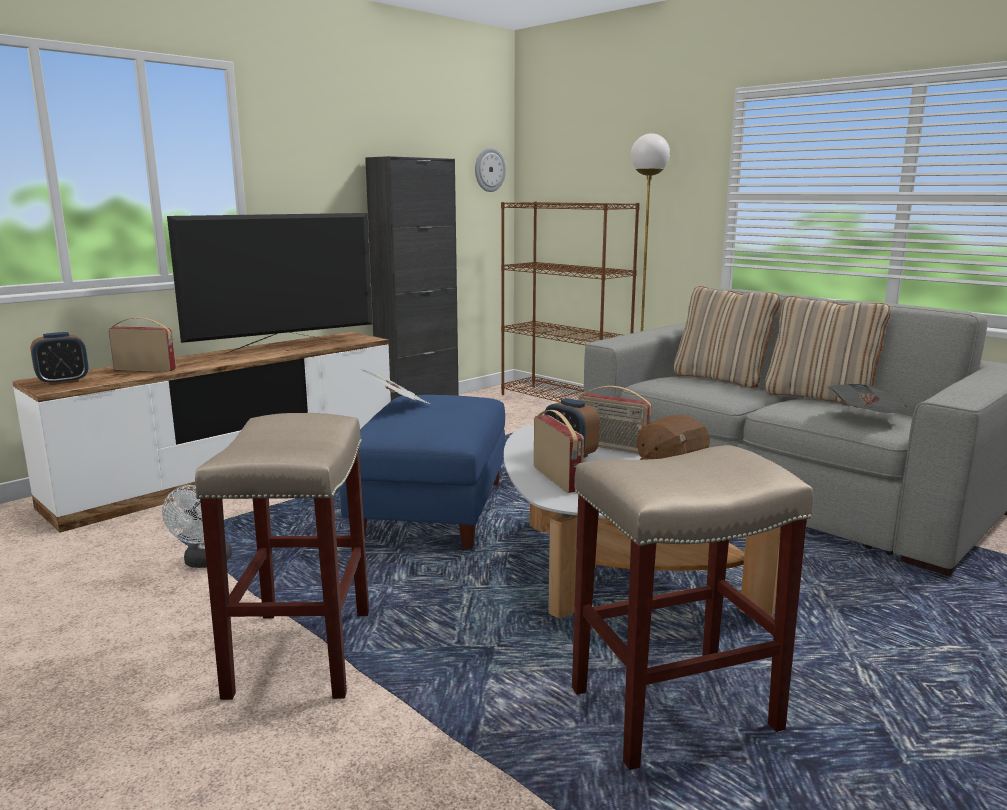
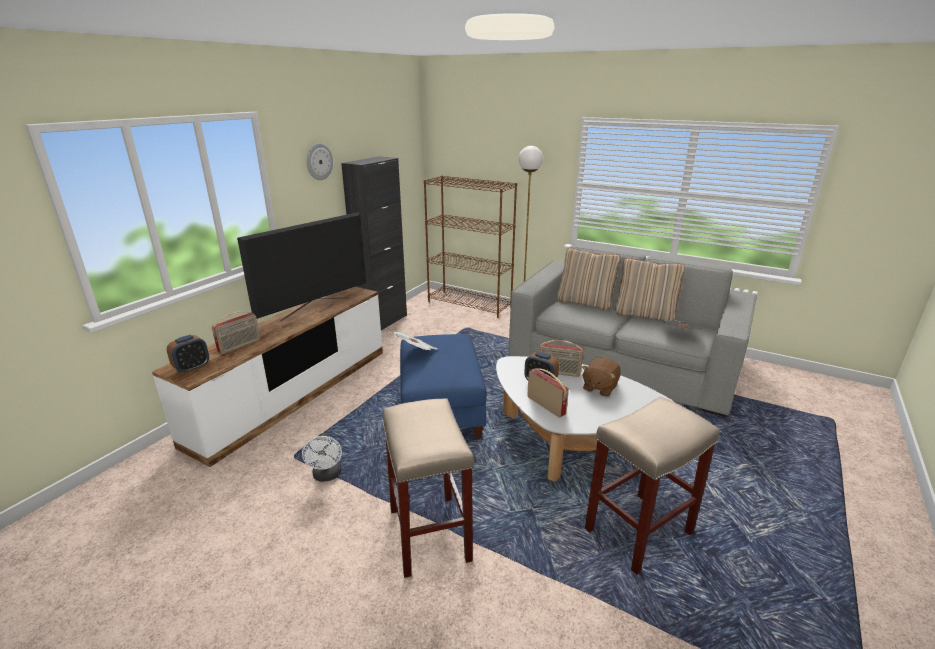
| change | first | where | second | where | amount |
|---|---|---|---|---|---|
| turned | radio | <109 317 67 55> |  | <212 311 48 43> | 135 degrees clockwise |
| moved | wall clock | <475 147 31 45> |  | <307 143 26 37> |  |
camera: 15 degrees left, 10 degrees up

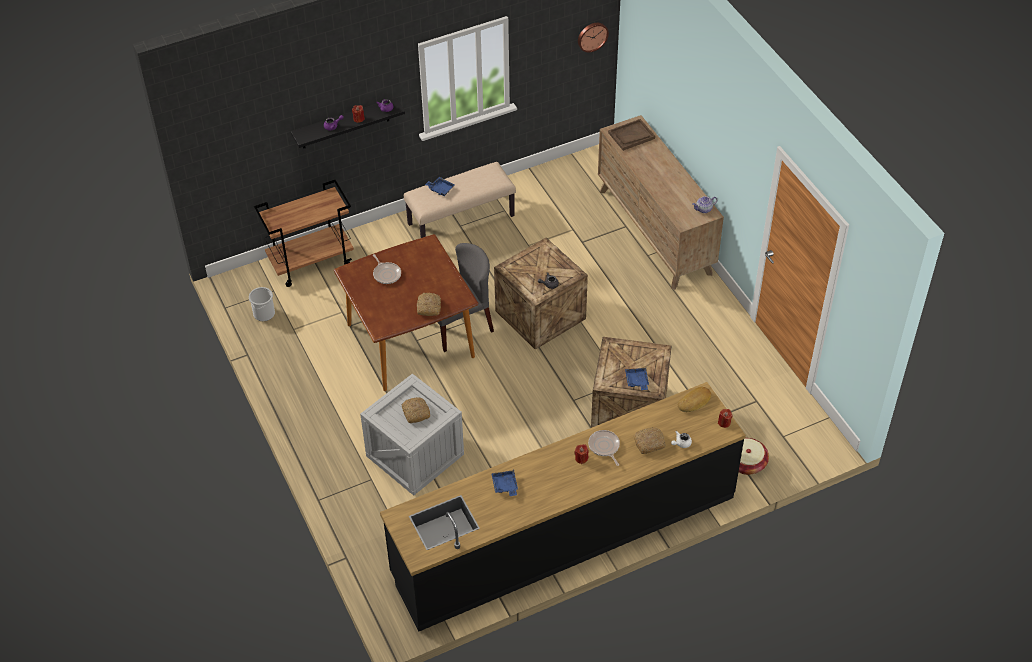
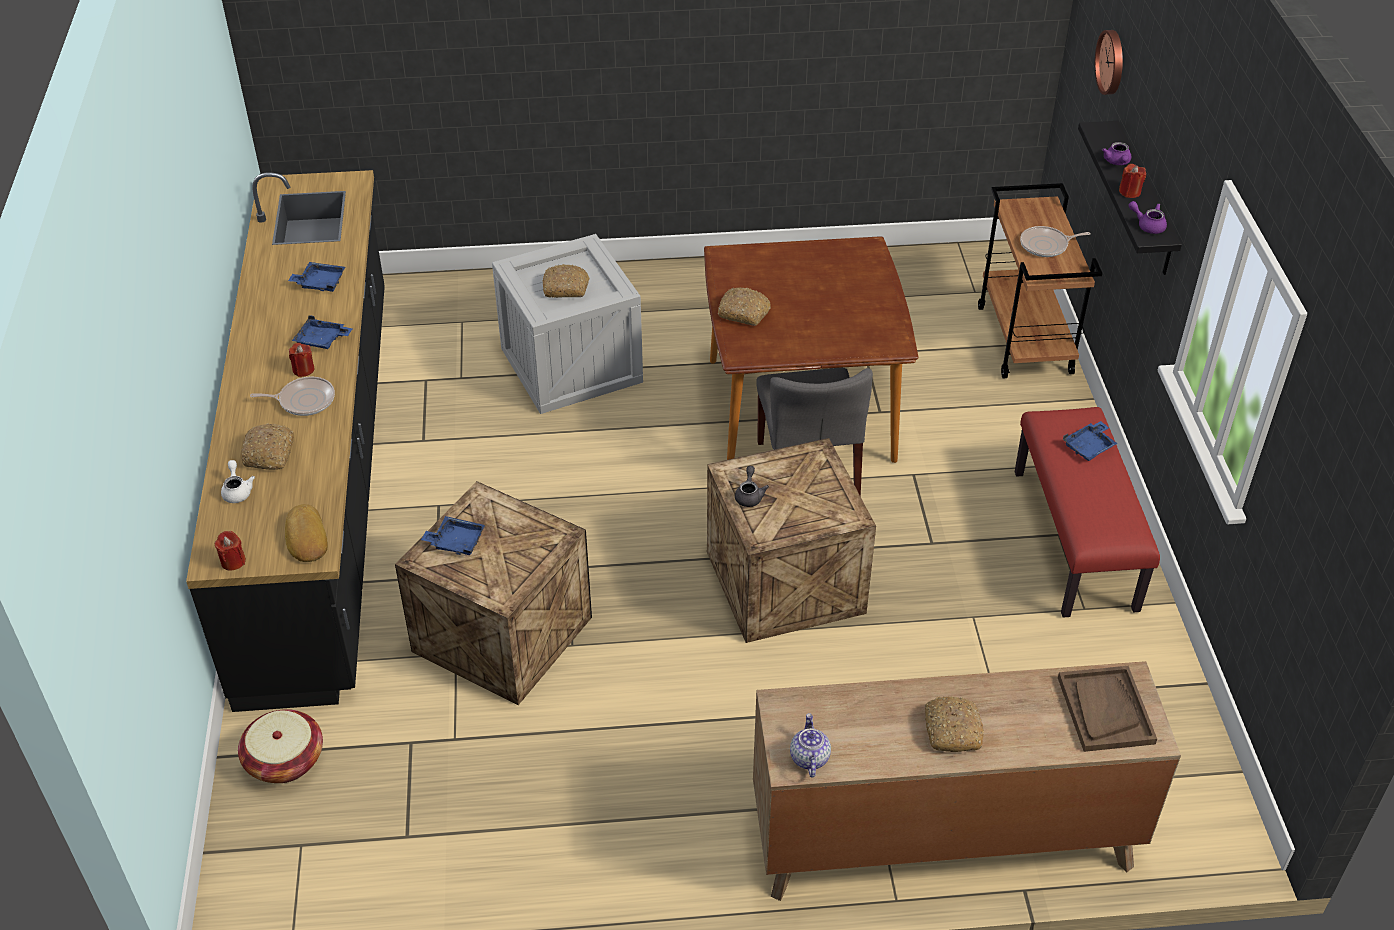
| change | first | where | second | where | amount |
|---|---|---|---|---|---|
| removed | bucket | <249 287 26 34> |  |  |  |
| moved | frying pan | <373 254 28 30> |  | <1020 226 70 31> |  |
| recoloured | bench/beige | <404 162 112 76> | bench/red | <1015 407 145 210> |  |
| moved | wall clock | <578 23 31 30> |  | <1095 30 28 65> |  |
| added |  |  | tray/blue | <292 315 61 34> |  |
| added |  |  | bread | <925 696 59 56> |  |
camera: 110 degrees right, 5 degrees down

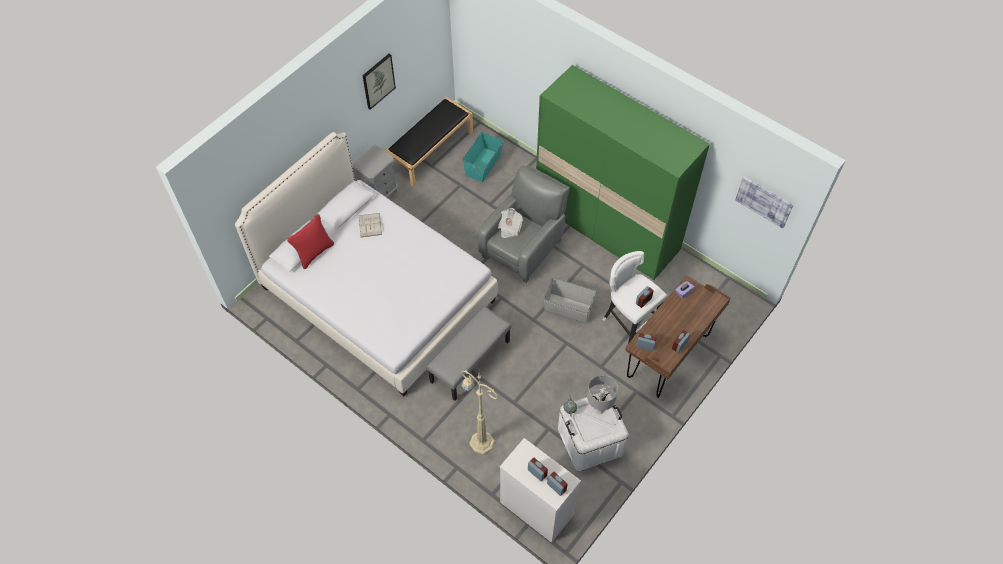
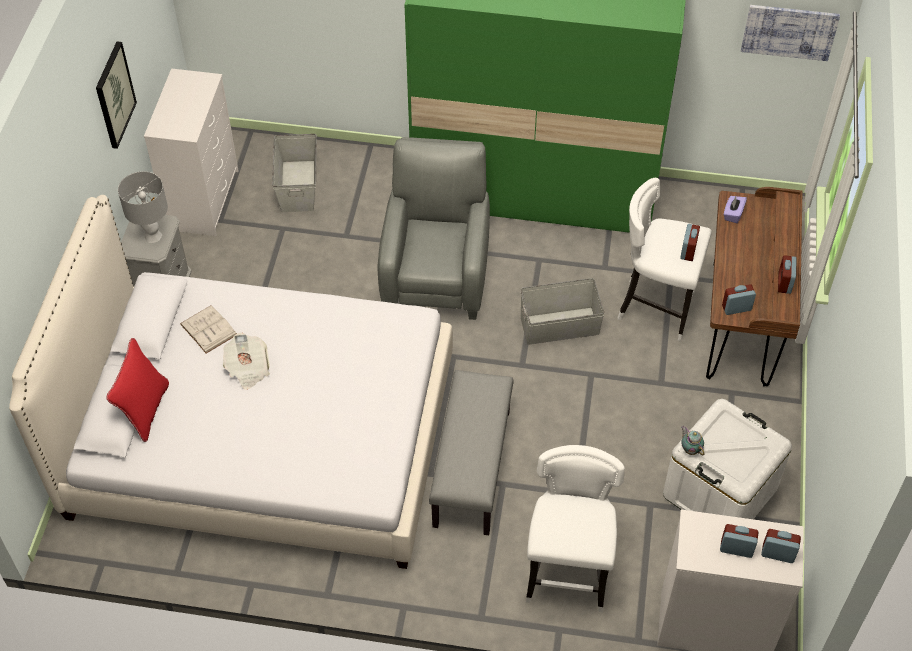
| change | first | where | second | where | amount |
|---|---|---|---|---|---|
| replaced | bench/black | <386 97 87 90> | dresser/white | <144 68 95 168> |  |
| replaced | floor lamp/beige | <461 370 37 85> | stool/white | <526 445 99 167> |  |
| recoloured | storage box/turquoise | <462 132 42 50> | storage box/grey | <272 134 45 78> |  |
| moved | newspaper | <498 208 25 30> |  | <223 333 47 57> |  |
| moved | table lamp/grey | <587 375 31 39> |  | <118 171 50 72> |  |
camera: 30 degrees left, 5 degrees down

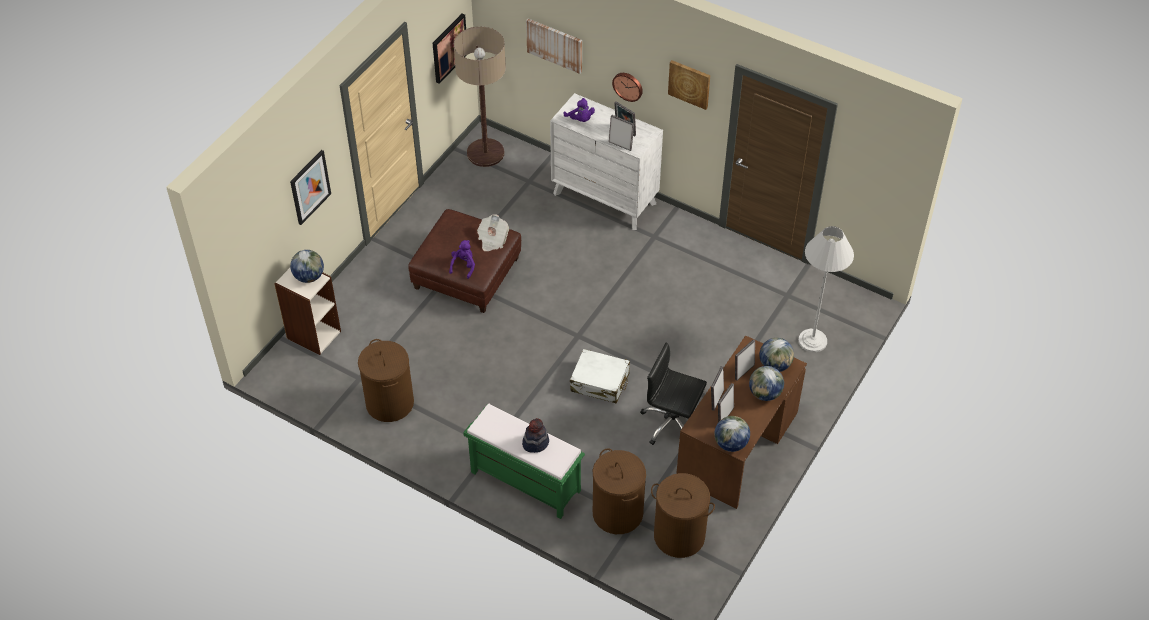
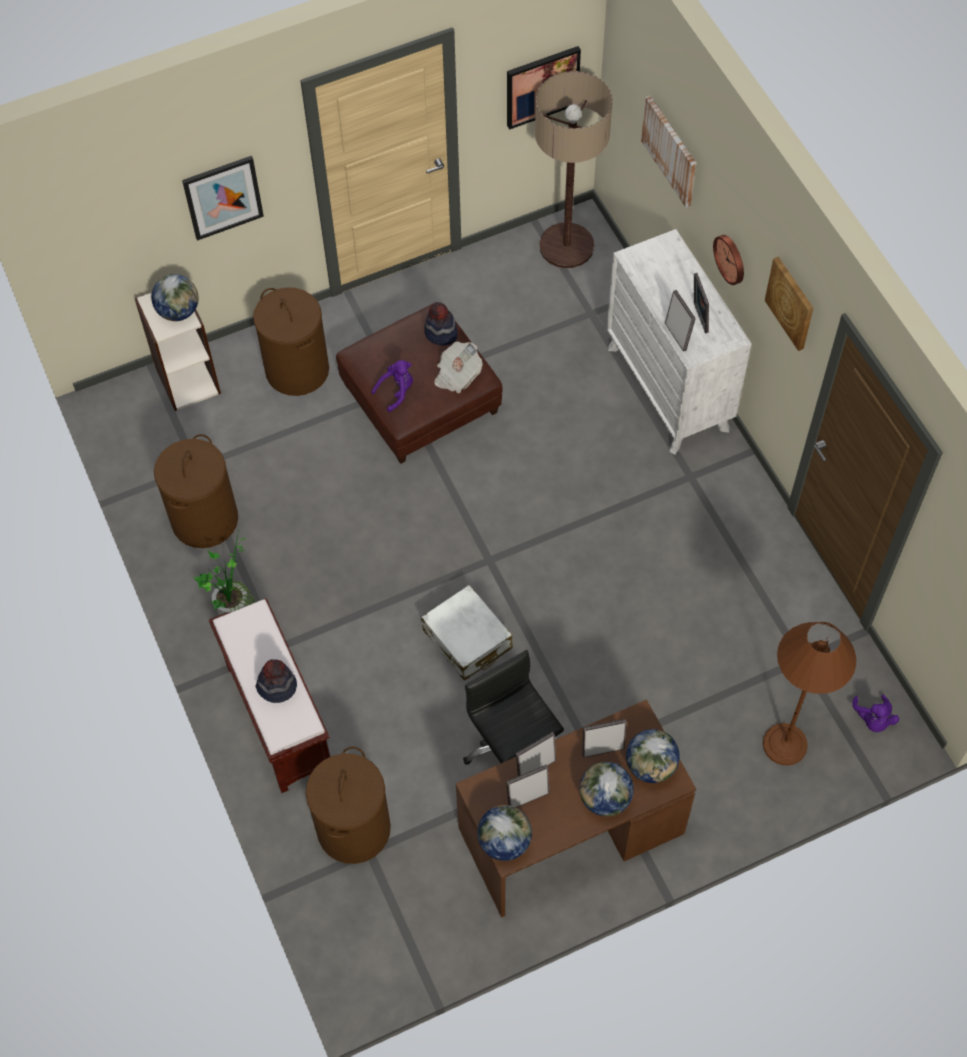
| change | first | where | second | where | amount |
|---|---|---|---|---|---|
| recoloured | bench/green | <463 404 122 115> | bench/brown | <209 598 121 195> |  |
| moved | plush toy/purple | <564 98 31 24> |  | <852 694 47 38> |  |
| moved | laundry basket/brown | <651 473 64 85> |  | <253 287 76 109> |  |
| recoloured | floor lamp/white | <798 226 56 126> | floor lamp/brown | <763 622 94 143> |  |
| added |  |  | potted plant | <193 526 62 89> |  |
| added |  |  | hat | <424 302 34 44> |  |
camera: 35 degrees right, 10 degrees up

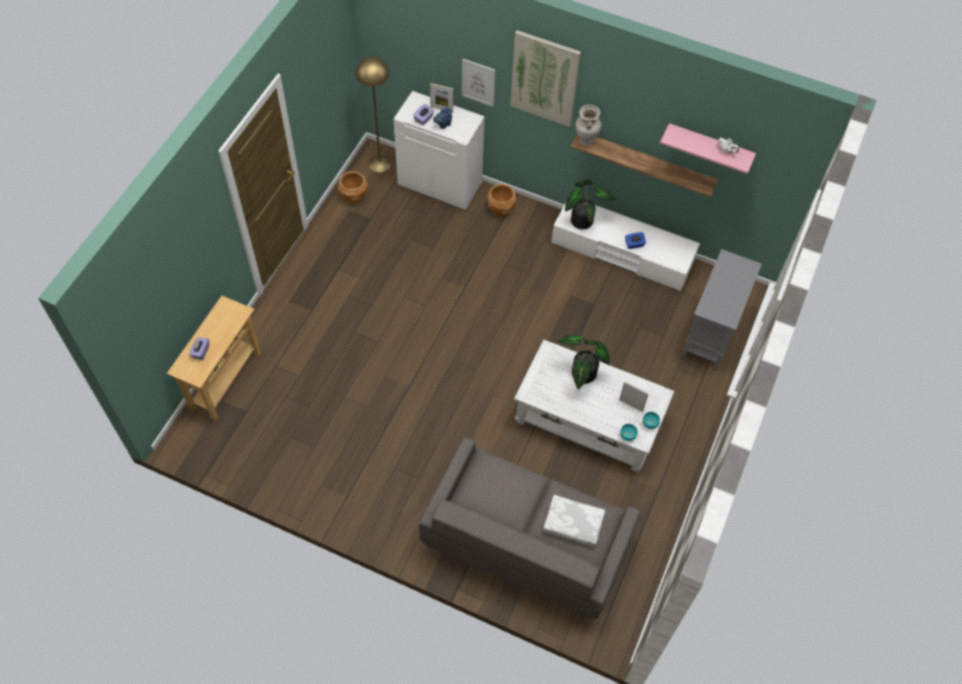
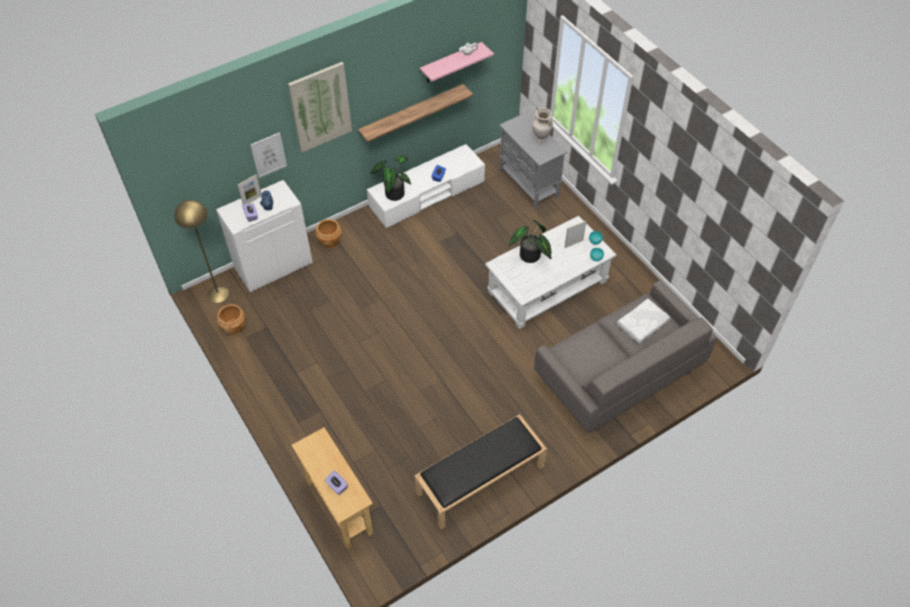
| change | first | where | second | where | amount |
|---|---|---|---|---|---|
| moved | vase/beige | <575 105 26 41> |  | <532 108 21 34> |  |
| added |  |  | bench/black | <415 414 132 116> |  |
camera: 55 degrees left, 5 degrees down

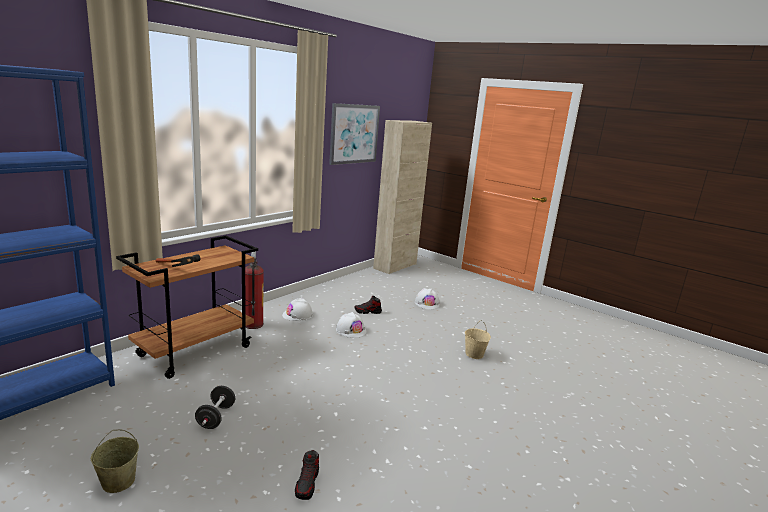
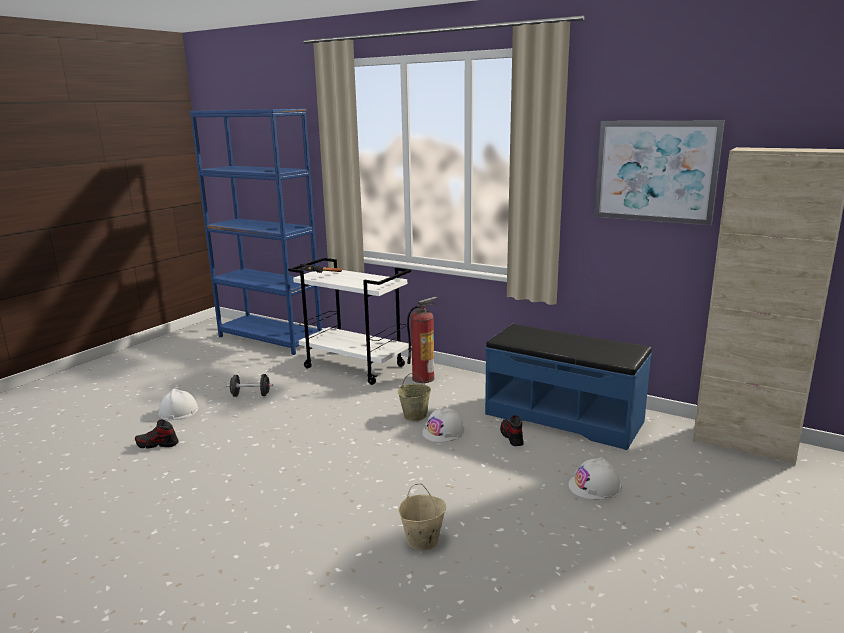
| change | first | where | second | where | amount |
|---|---|---|---|---|---|
| moved | bucket/beige | <91 430 48 63> |  | <398 372 33 49> |  |
| recoloured | cart/brown | <116 235 142 144> | cart/white | <288 258 123 127> |  |
| moved | hard hat/white | <282 298 31 23> |  | <158 389 40 31> |  |
| added |  |  | bench/blue | <485 324 167 126> |  |
camera: 85 degrees right, 0 degrees up

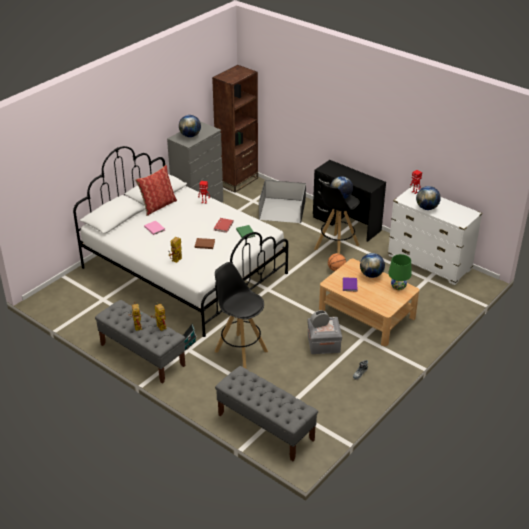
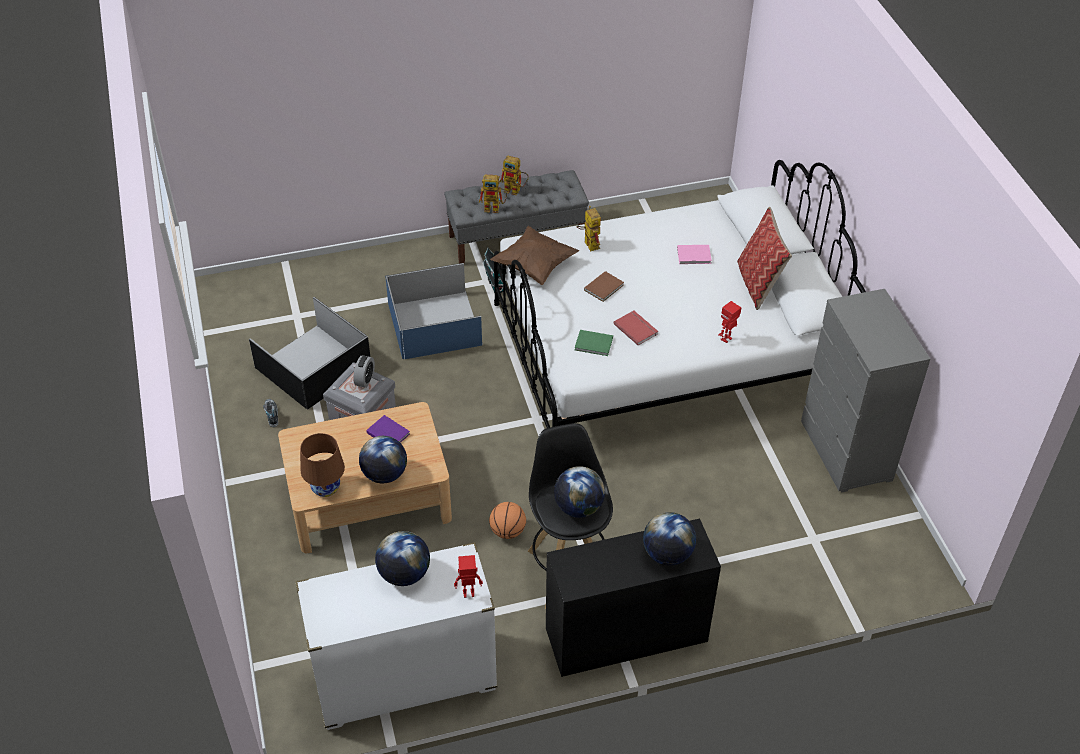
| change | first | where | second | where | amount |
|---|---|---|---|---|---|
| moved | globe | <179 115 22 22> |  | <643 512 53 54> |  |
| removed | bookcase/brown | <212 65 46 128> |  |  |  |
| replaced | stool/black | <215 262 53 107> | storage box/blue | <385 263 98 96> |  |
| removed | bench/grey | <215 366 103 95> |  |  |  |
| moved | storage box/black | <259 180 47 43> |  | <249 297 121 113> |  |
| recoloured | table lamp/green | <388 254 24 36> | table lamp/brown | <300 433 45 64> |  |
| added |  |  | pillow/brown | <490 226 89 59> |  |
camera: 125 degrees right, 10 degrees up

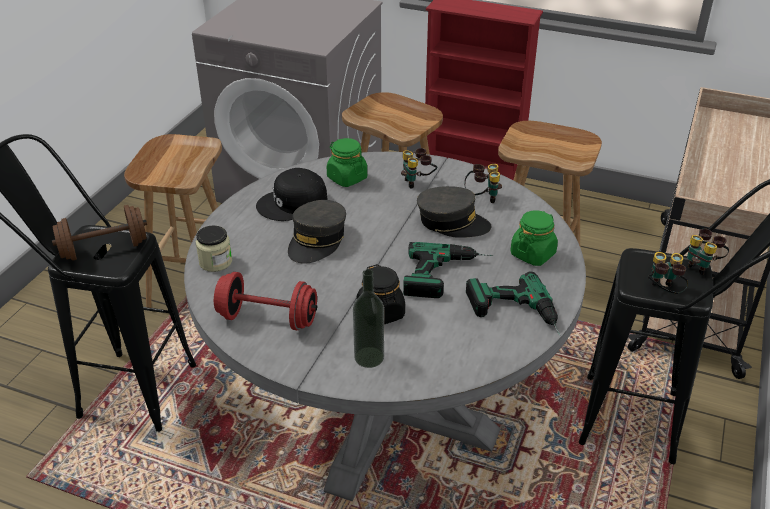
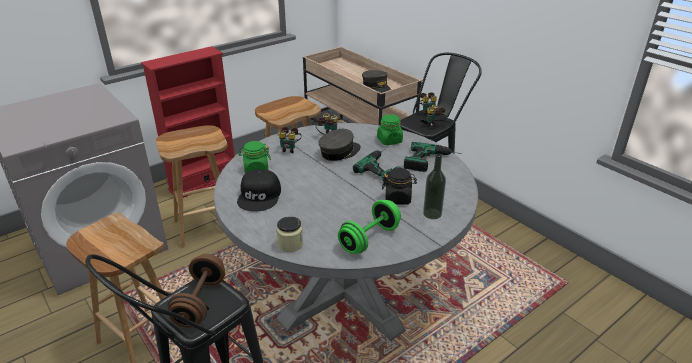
| change | first | where | second | where | amount |
|---|---|---|---|---|---|
| recoloured | dumbbell/red | <214 272 103 58> | dumbbell/green | <338 200 63 54> |  |
| moved | cap/grey | <288 200 58 64> |  | <362 70 29 23> |  |
camera: 60 degrees left, 5 degrees down

